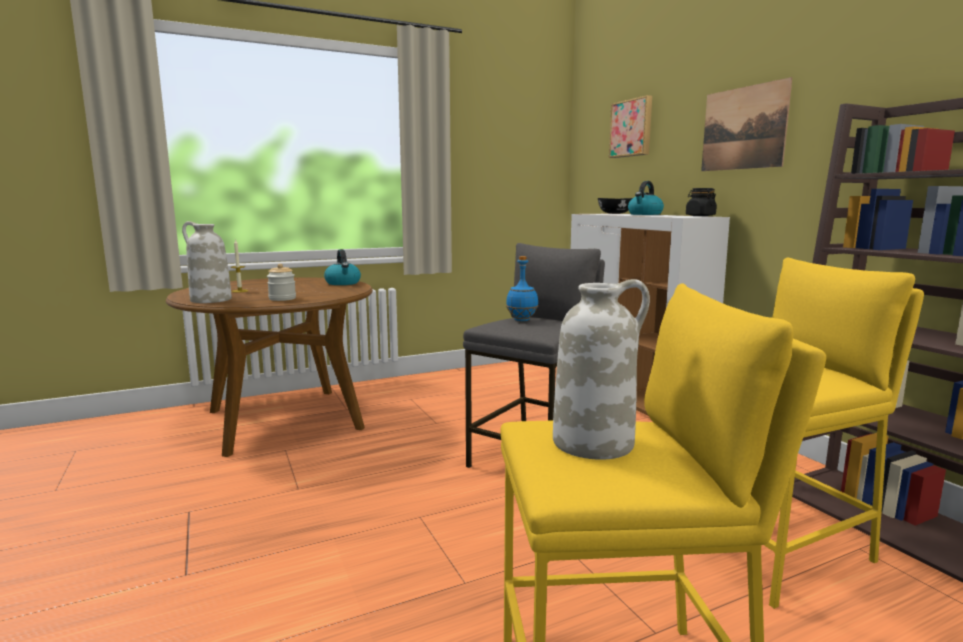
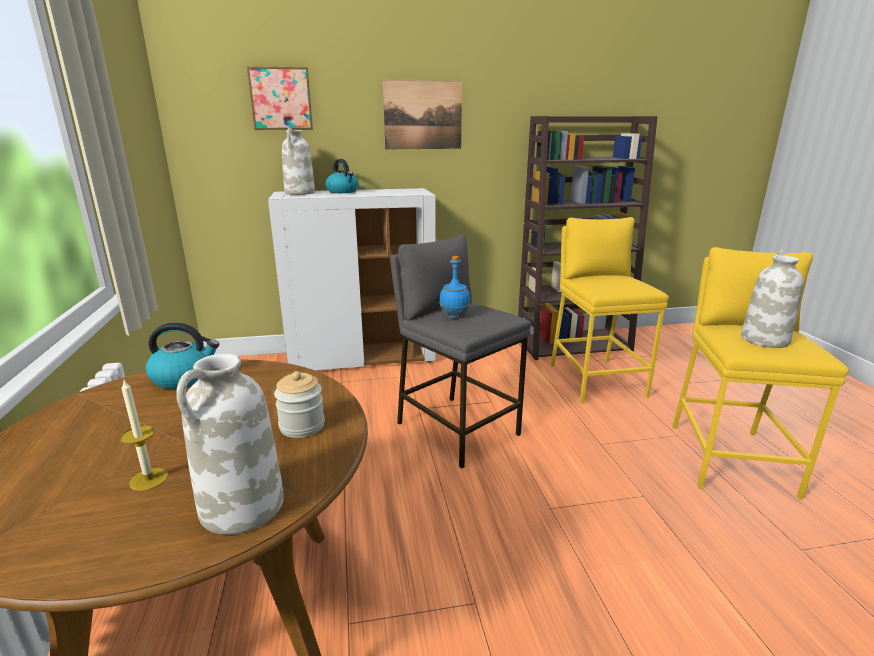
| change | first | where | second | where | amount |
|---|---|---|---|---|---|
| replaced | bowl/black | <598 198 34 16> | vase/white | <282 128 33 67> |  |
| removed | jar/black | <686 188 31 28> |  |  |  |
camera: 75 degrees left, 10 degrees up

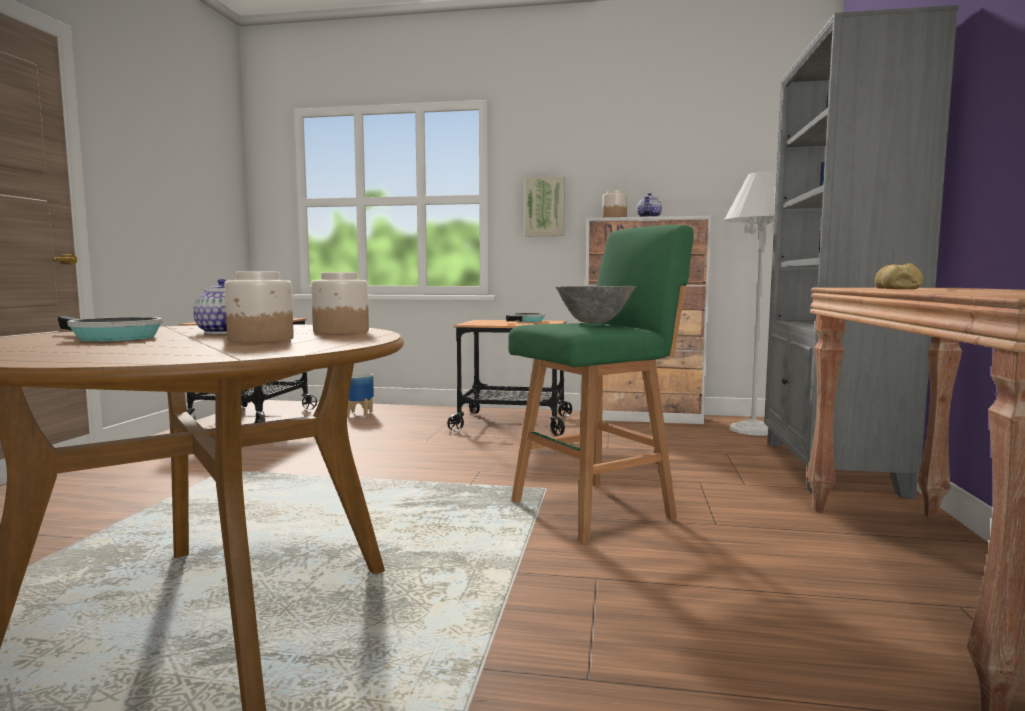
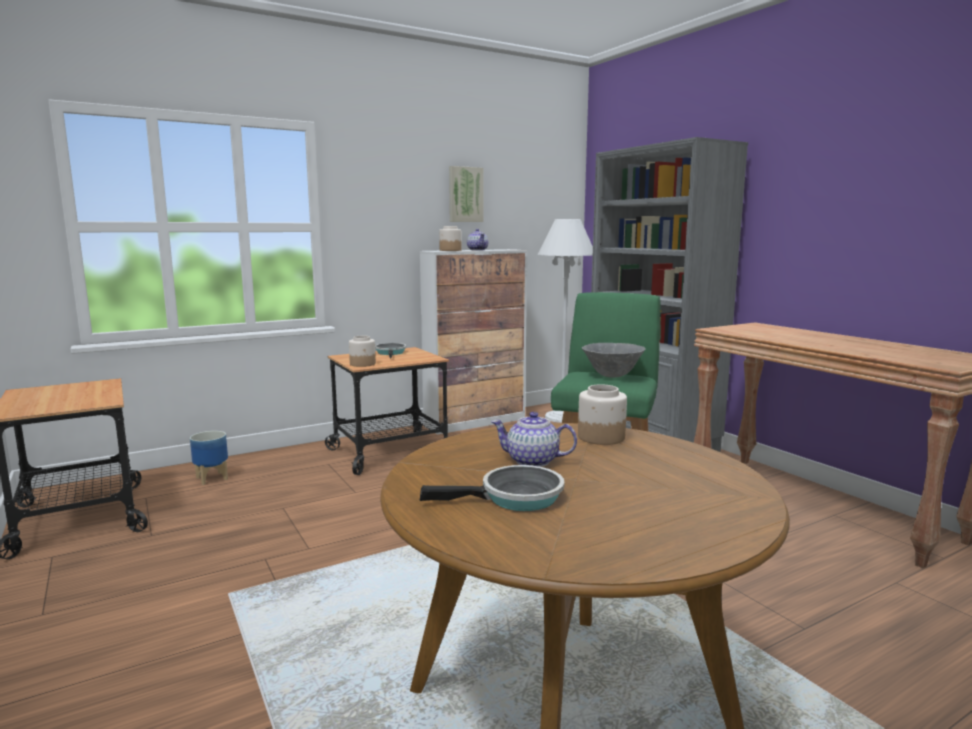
| change | first | where | second | where | amount |
|---|---|---|---|---|---|
| moved | jar | <224 271 70 72> |  | <349 336 27 31> |  |
| moved | picture | <525 176 40 60> |  | <449 166 34 56> |  |
| removed | bread | <874 263 49 26> |  |  |  |
camera: 40 degrees left, 5 degrees up

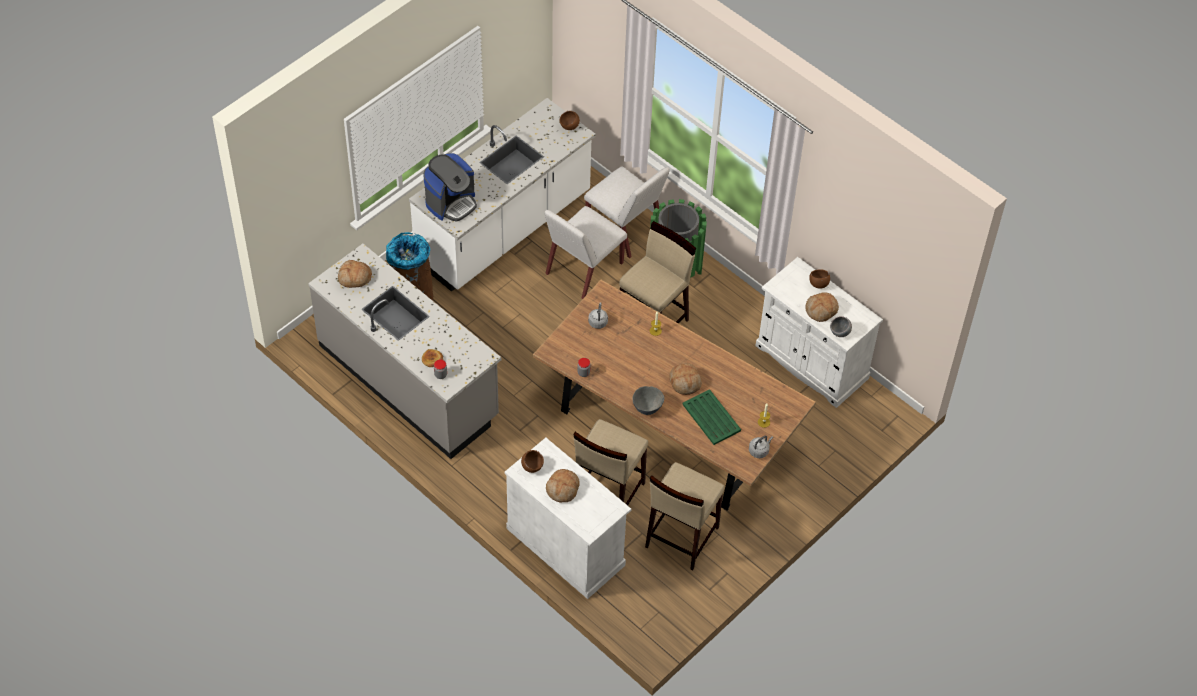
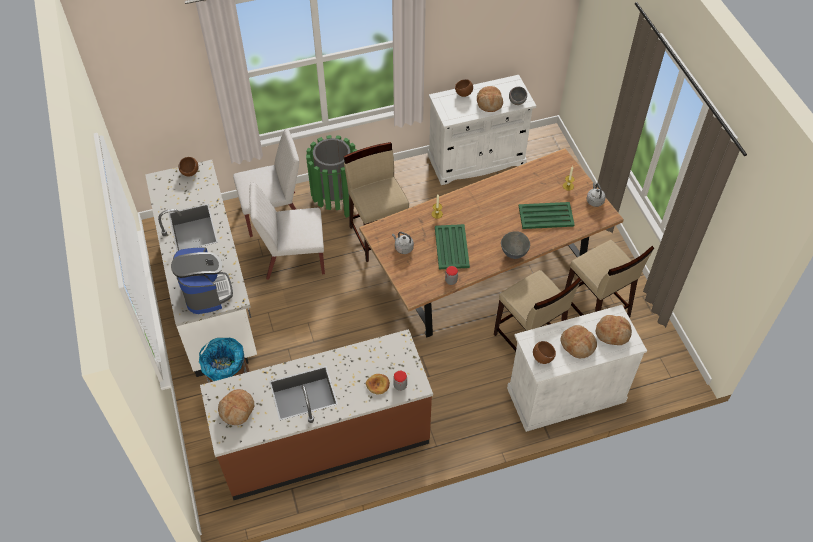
| change | first | where | second | where | amount |
|---|---|---|---|---|---|
| recoloured | counter/grey | <308 244 193 215> | counter/brown | <200 329 233 171> |  |
| turned | chair/white | <545 206 82 93> |  | <249 182 76 98> | 105 degrees clockwise |
| moved | bread | <670 363 32 32> |  | <595 315 37 30> |  |
| added |  |  | tray/green | <435 224 35 45> |  |
camera: 60 degrees left, 0 degrees up

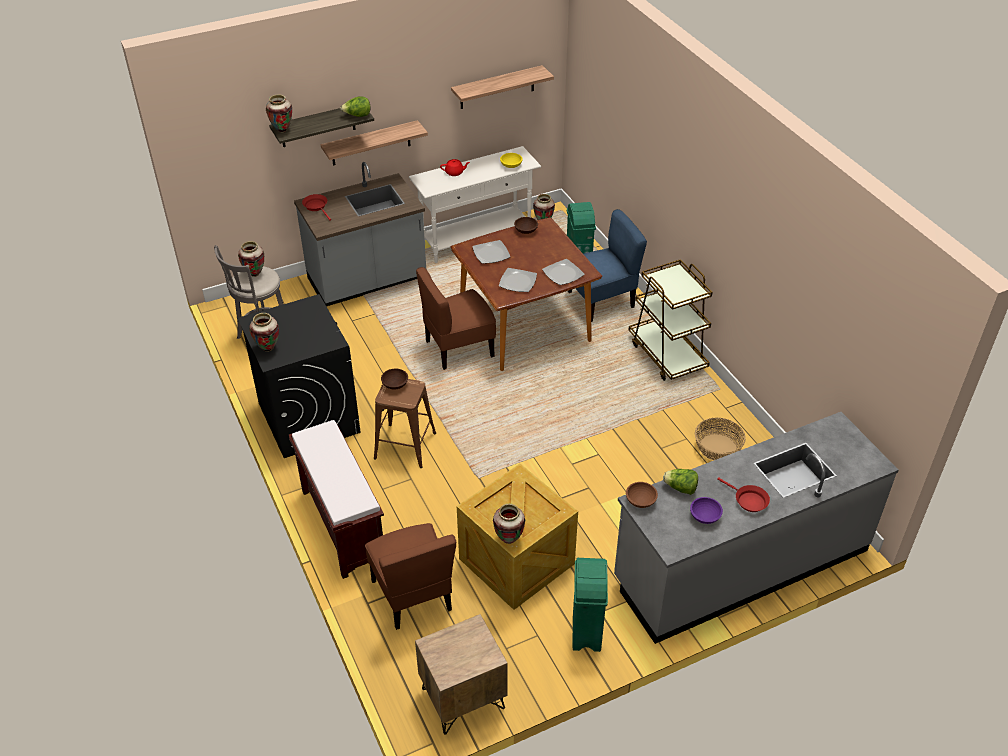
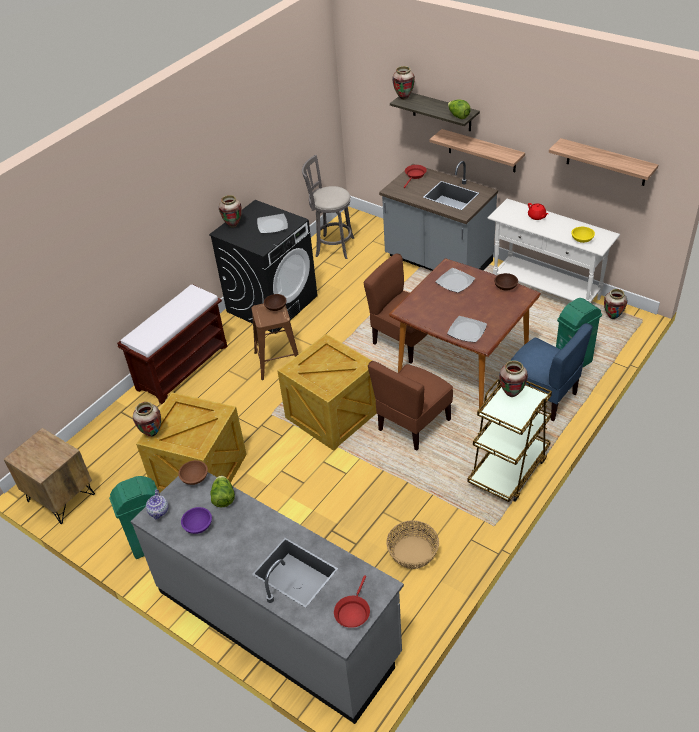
| change | first | where | second | where | amount |
|---|---|---|---|---|---|
| moved | vase | <238 241 26 36> |  | <499 360 29 37> |  |
| moved | chair/brown | <365 523 91 107> |  | <368 361 85 89> |  |
| moved | plate | <499 268 38 24> |  | <257 214 31 19> |  |
| moved | frying pan/red | <717 477 53 35> |  | <334 575 36 53> |  |
| added |  |  | teapot | <146 489 22 31> |  |
| added |  |  | crate | <277 334 100 117> |  |
camera: 65 degrees right, 0 degrees up

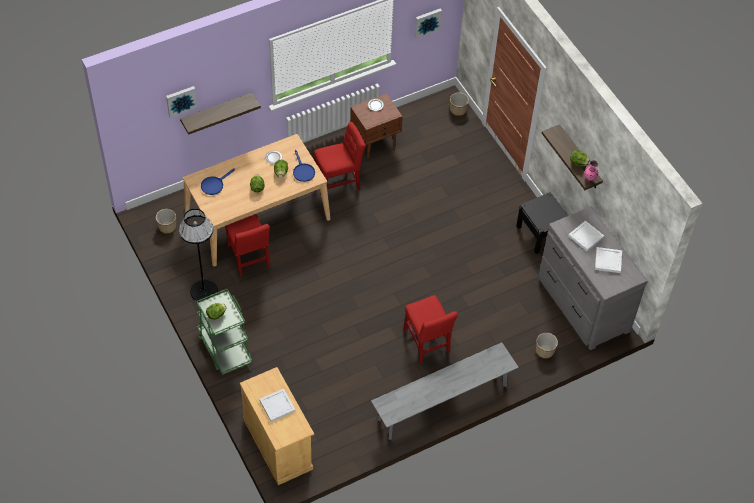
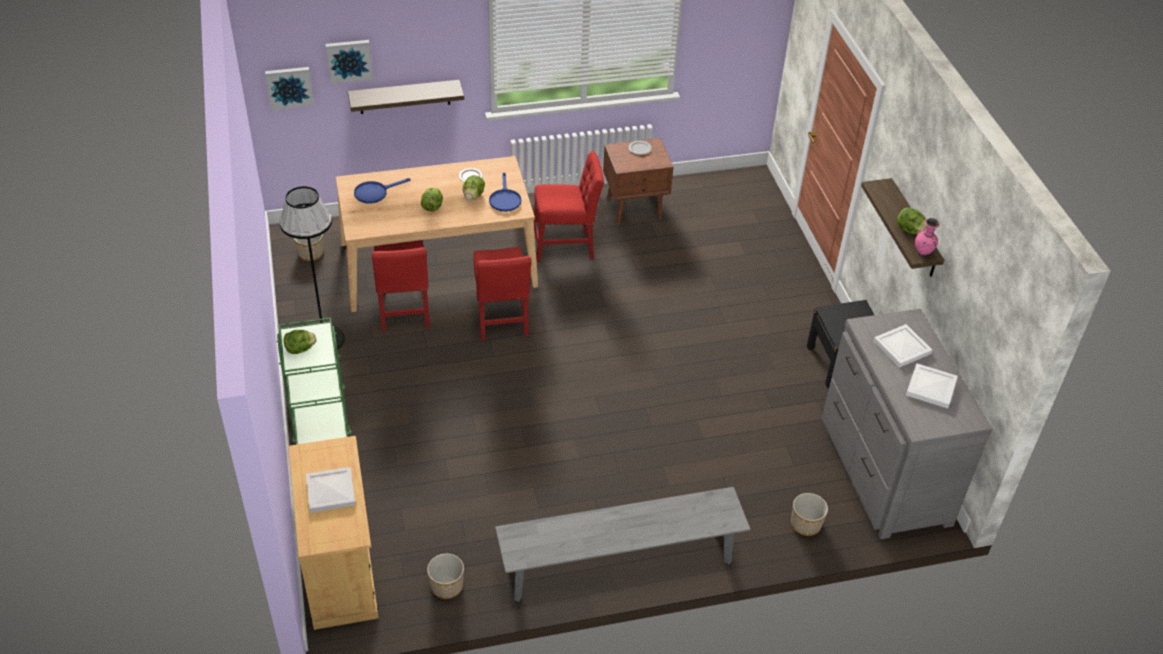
| change | first | where | second | where | amount |
|---|---|---|---|---|---|
| moved | chair/red | <404 295 54 68> |  | <473 247 59 93> |  |
| moved | picture | <415 8 27 31> |  | <265 67 49 43> |  |
| moved | planter | <450 93 19 23> |  | <427 553 37 46> |  |
camera: 15 degrees right, 10 degrees down

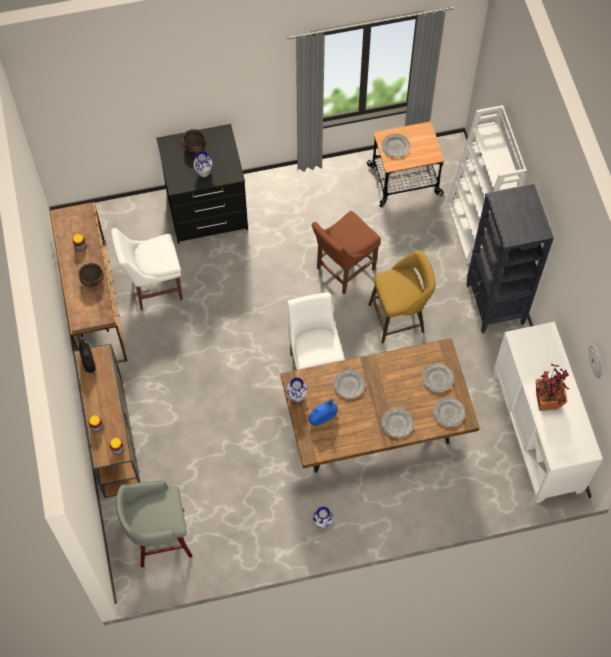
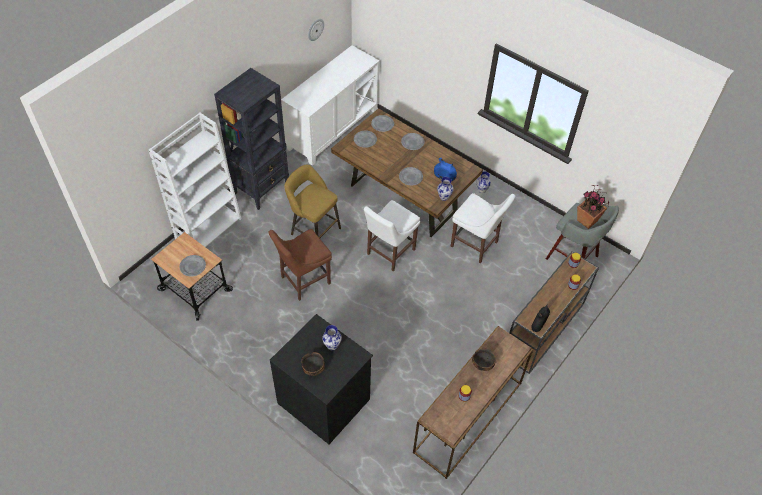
| change | first | where | second | where | amount |
|---|---|---|---|---|---|
| moved | chair/white | <111 228 72 82> |  | <451 193 64 71> |  |
| turned | chair/brown | <312 211 69 83> |  | <269 229 63 72> | 135 degrees clockwise |
| moved | potted plant | <536 364 33 47> |  | <577 185 32 44> |  |
camera: 130 degrees left, 10 degrees down

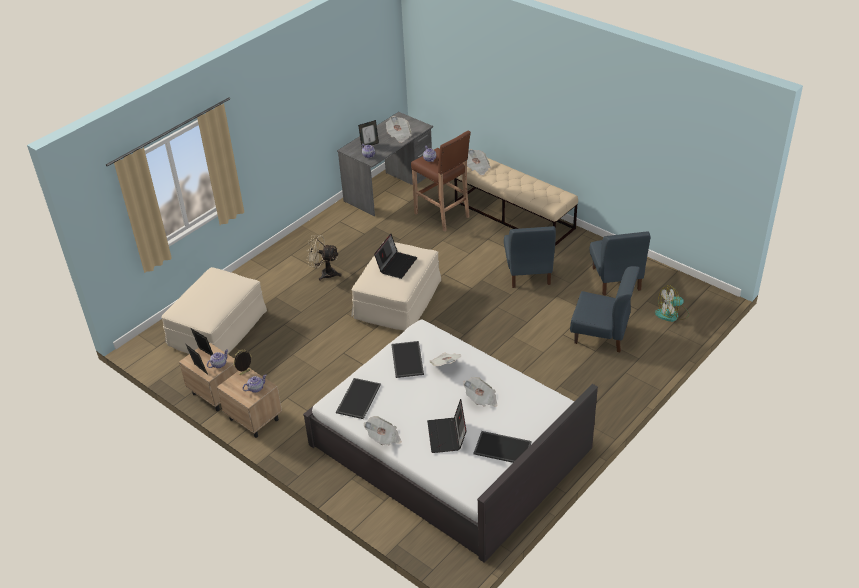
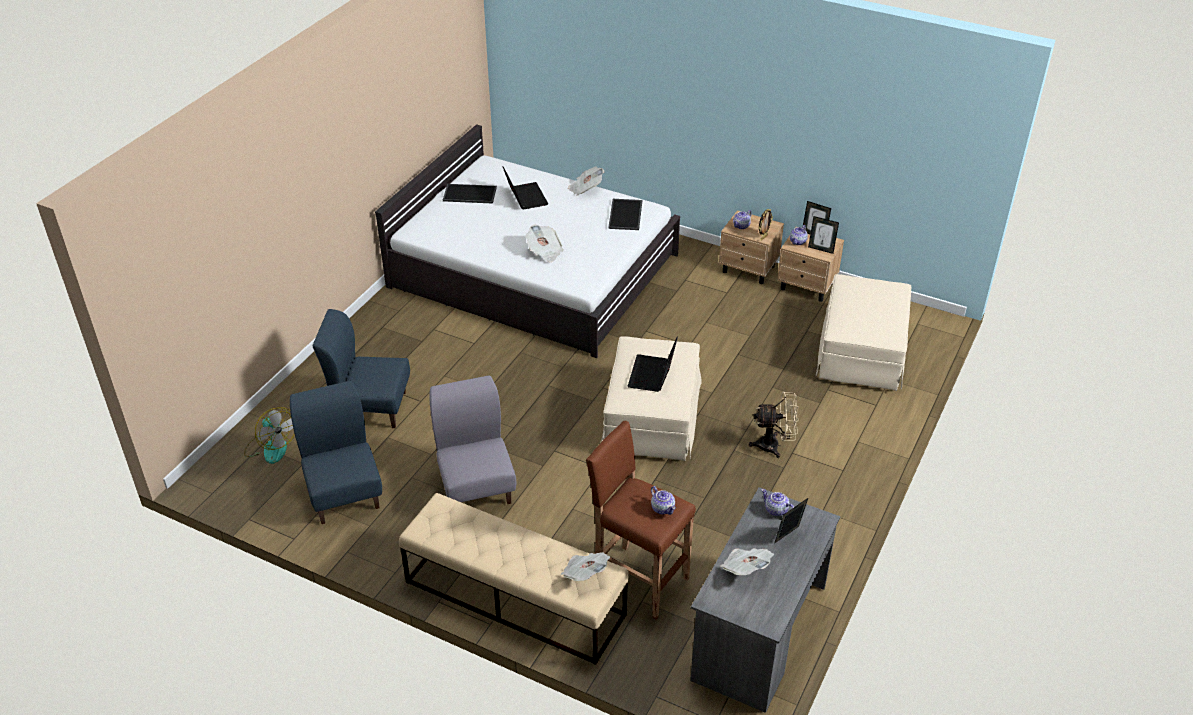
| change | first | where | second | where | amount |
|---|---|---|---|---|---|
| removed | tray | <391 341 33 37> |  |  |  |
| removed | newspaper | <463 377 35 30> |  |  |  |
| recoloured | chair/blue | <504 226 52 62> | chair/grey | <429 376 88 128> |  |
| turned | fan | <655 285 34 37> |  | <244 407 51 57> | 75 degrees clockwise |
camera: 165 degrees right, 0 degrees up

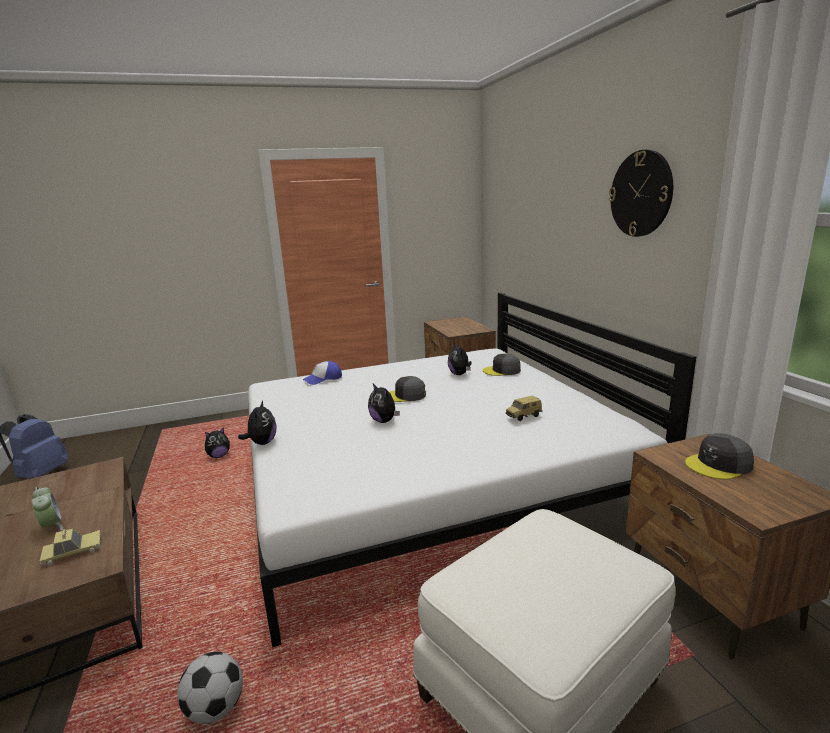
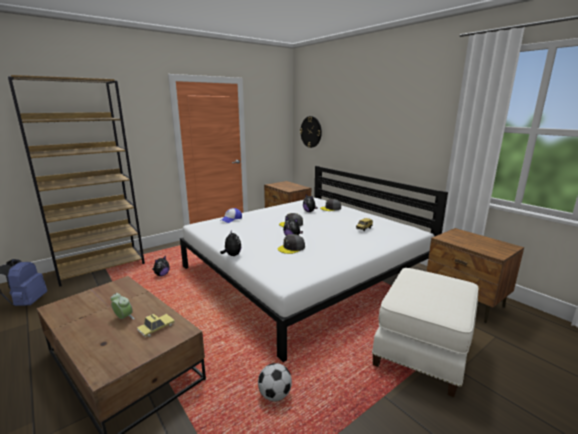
| change | first | where | second | where | amount |
|---|---|---|---|---|---|
| moved | wall clock | <609 150 64 87> |  | <300 116 22 32> |  |
| moved | cap/grey | <685 433 69 46> |  | <278 234 27 20> |  |
| added |  |  | bookcase/brown | <8 75 137 212> |  |
camera: 20 degrees left, 0 degrees up

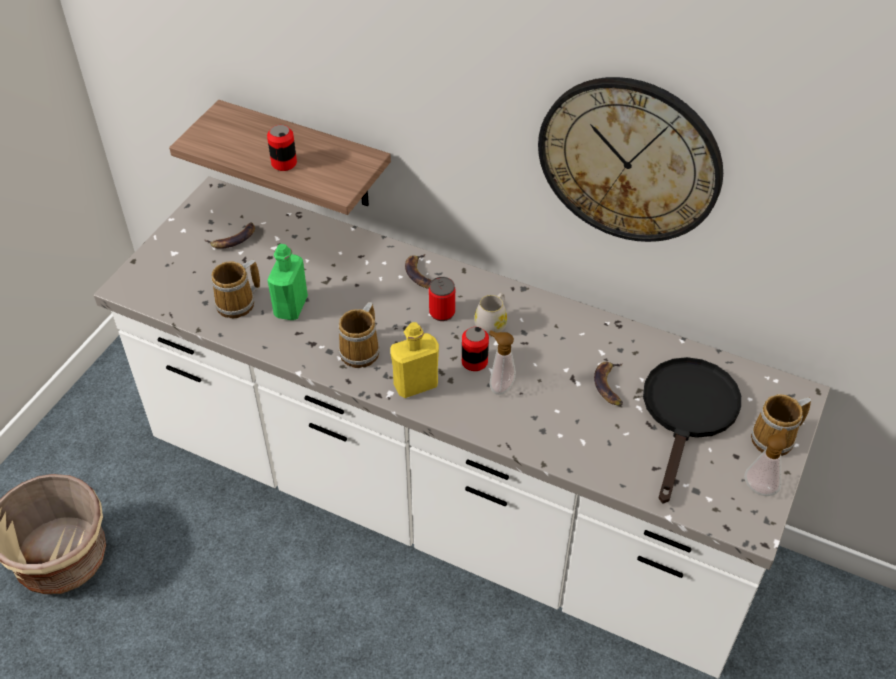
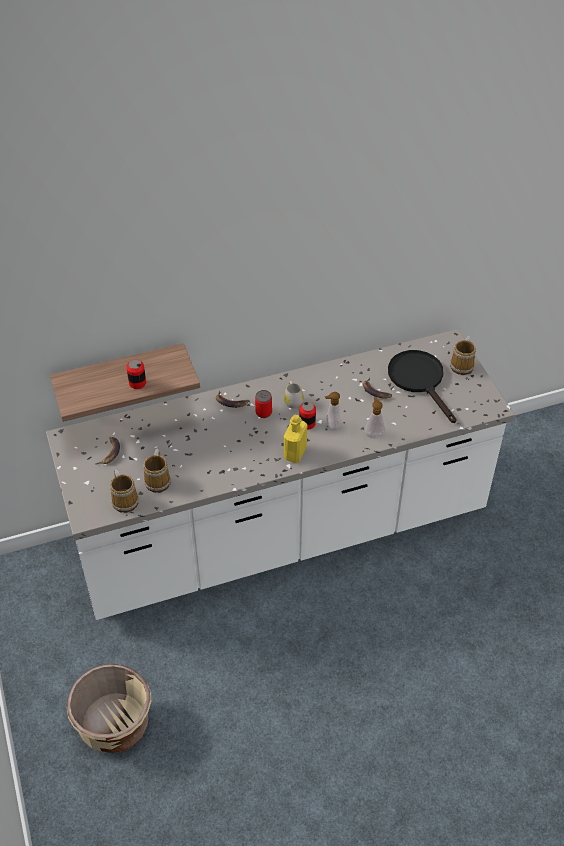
| change | first | where | second | where | amount |
|---|---|---|---|---|---|
| removed | bottle/green | <267 244 41 76> |  |  |  |
| moved | mug | <338 302 42 66> |  | <110 469 29 44> |  |
| removed | wall clock | <538 77 185 165> |  |  |  |
| moved | soap dispenser | <744 428 44 68> |  | <365 397 20 41> |  |
camera: 45 degrees left, 0 degrees up

